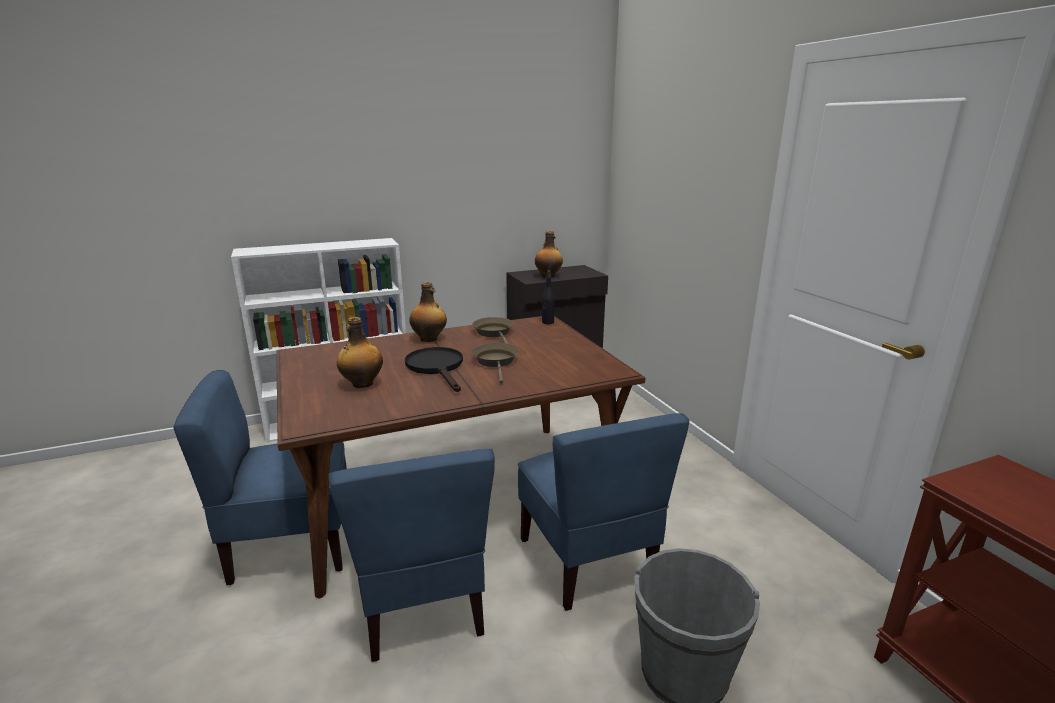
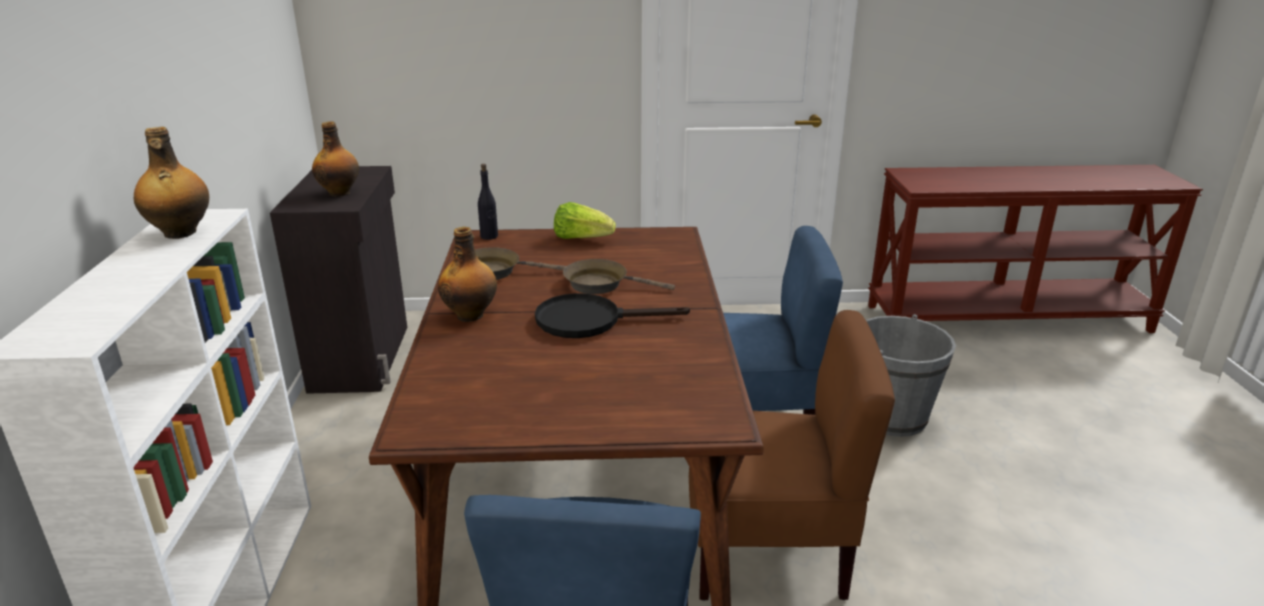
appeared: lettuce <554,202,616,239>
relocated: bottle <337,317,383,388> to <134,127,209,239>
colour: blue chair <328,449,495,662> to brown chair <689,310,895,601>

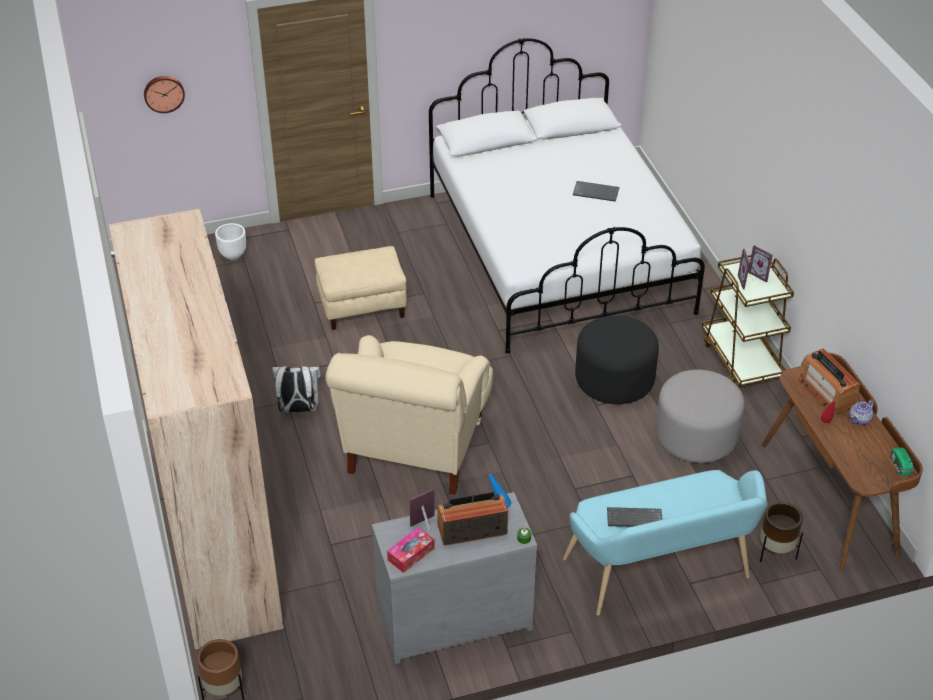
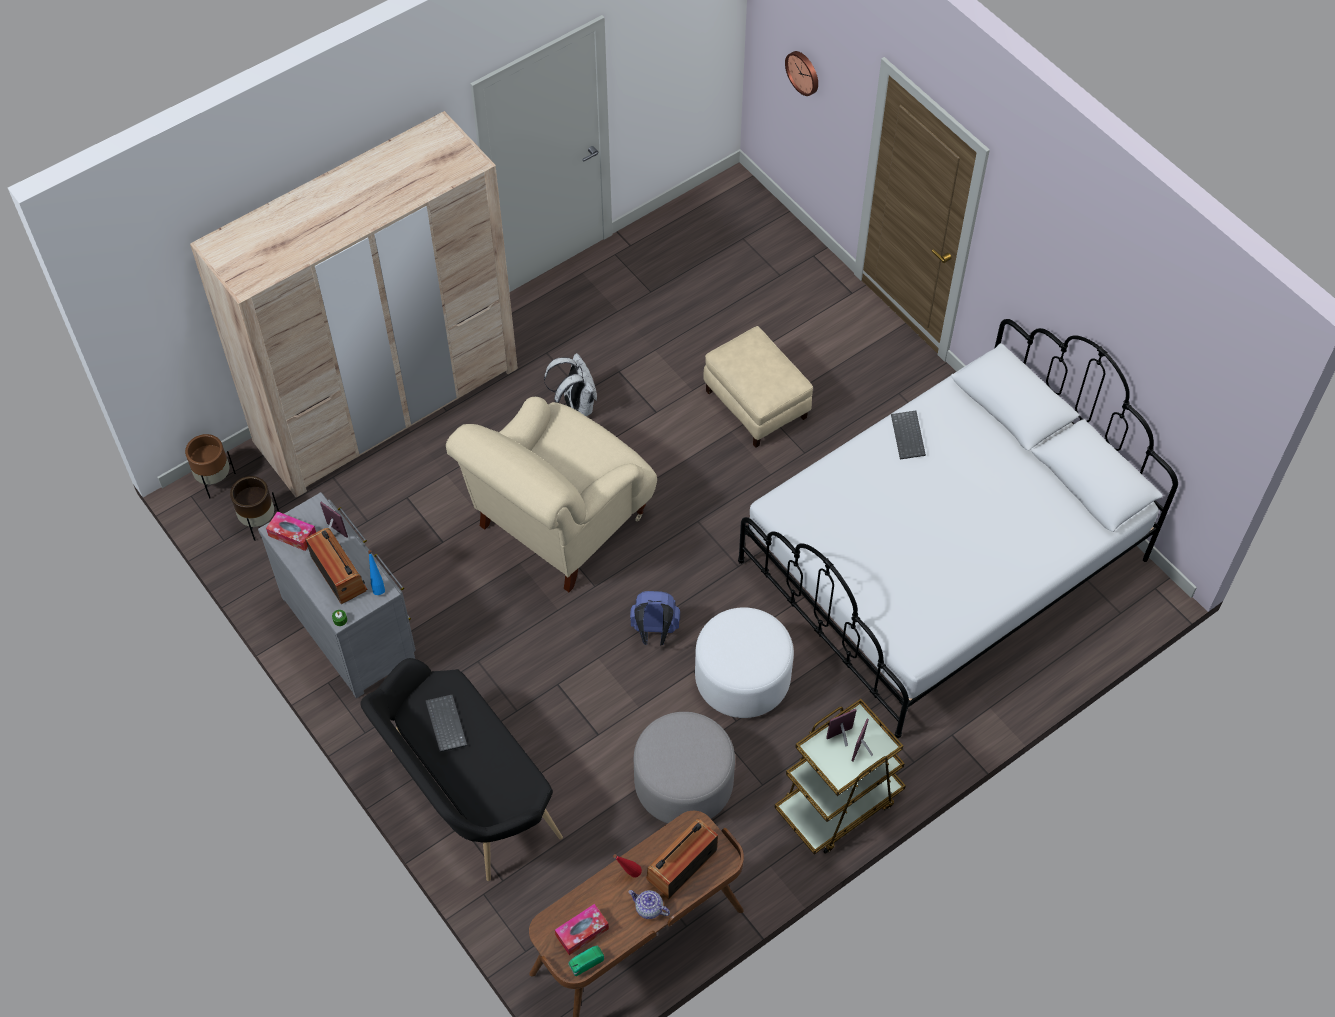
missing: white planter <215,223,246,260>
appeared: blue backpack <630,591,680,645>; tissue box <555,904,609,955>
relocated: keyboard <573,181,619,202> to <891,411,926,459>; brown planter <760,502,803,562> to <230,476,279,541>
colour: black ottoman <575,315,659,404> to white ottoman <695,607,794,718>; turquoise bench <563,470,768,616> to black bench <360,658,563,881>
spun: beige armchair <325,335,493,495> = <446,397,657,592> 45 degrees counterclockwise

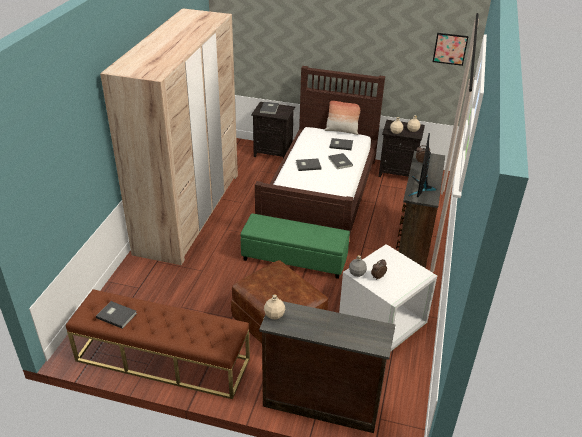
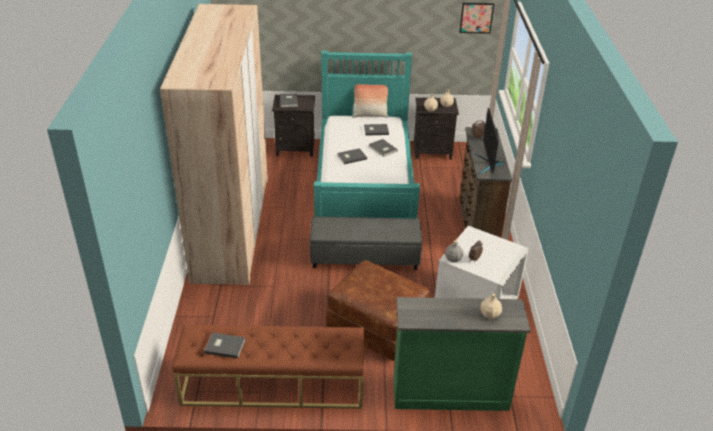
relocated: beige bottle <264,294,285,319> to <480,293,502,319>
colour: brown bed <255,66,385,237> to turquoise bed <314,51,420,219>; green ottoman <241,213,350,279> to grey ottoman <310,217,423,270>; brown dresser <259,301,396,433> to green dresser <393,297,531,411>

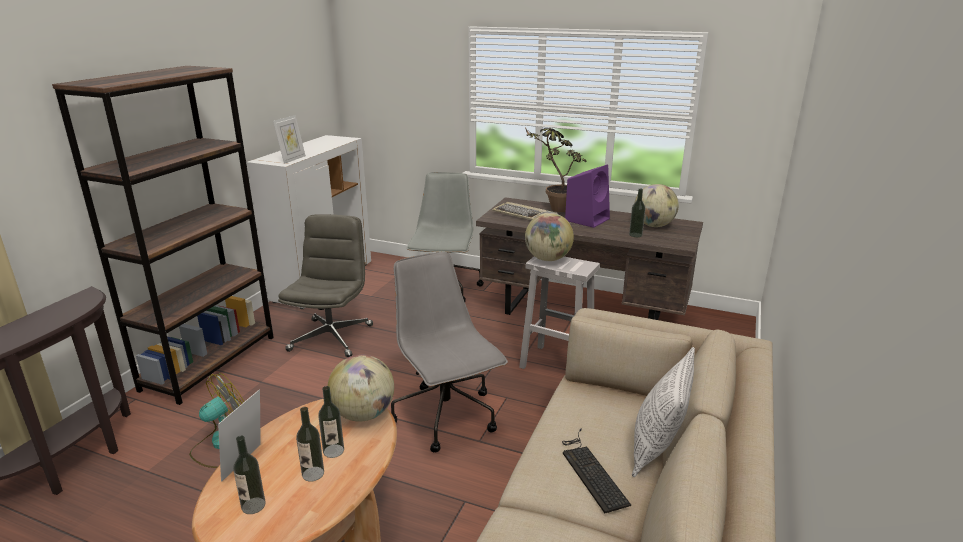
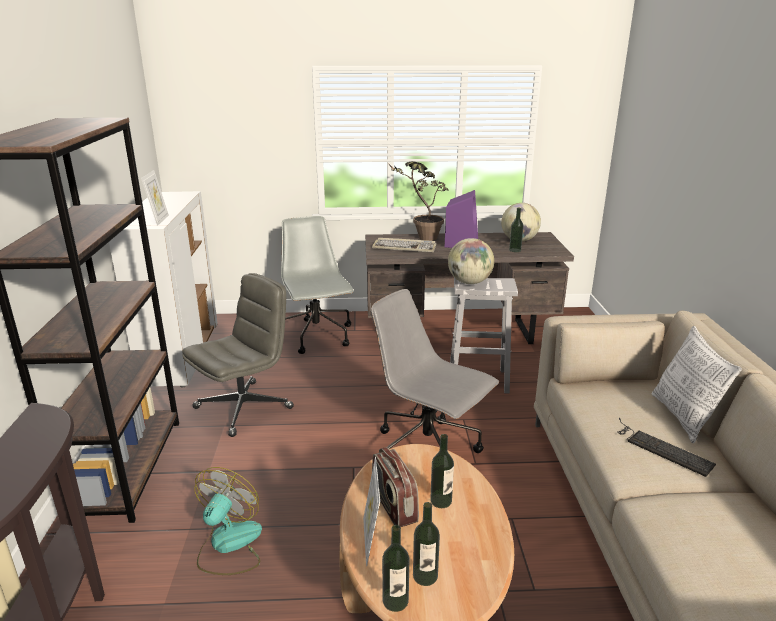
missing: globe <327,354,394,422>
appeared: radio <372,447,419,527>
relocated: bottle <296,407,324,482> to <382,525,410,612>
spun: grey office chair <278,214,373,357> = <182,273,294,437> 60 degrees clockwise

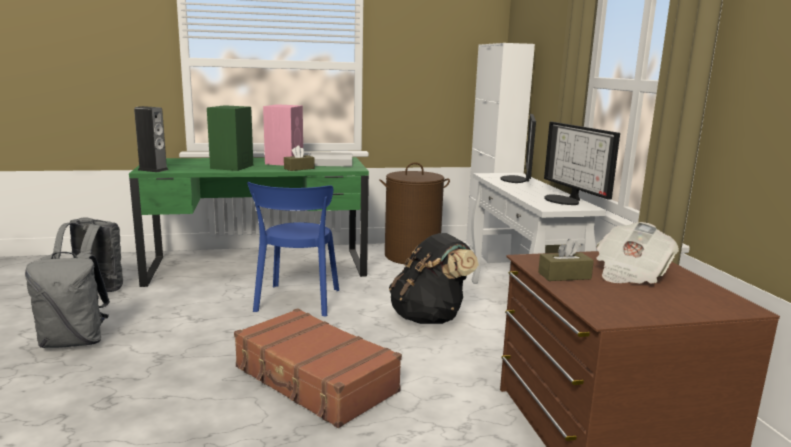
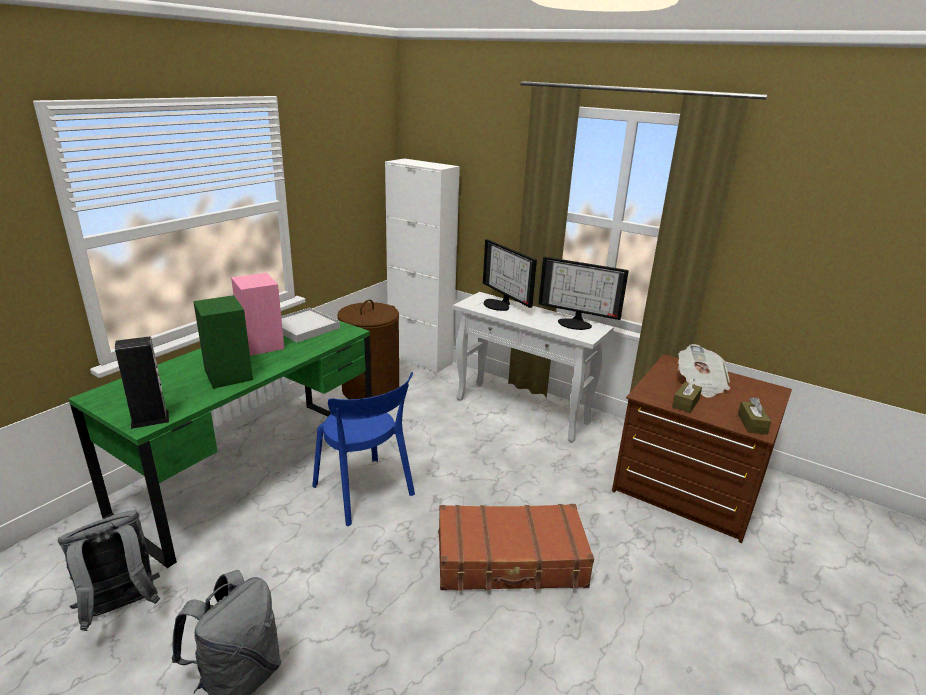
missing: black backpack <389,233,479,324>
relocated: brown tissue box <284,145,315,171> to <738,397,772,435>

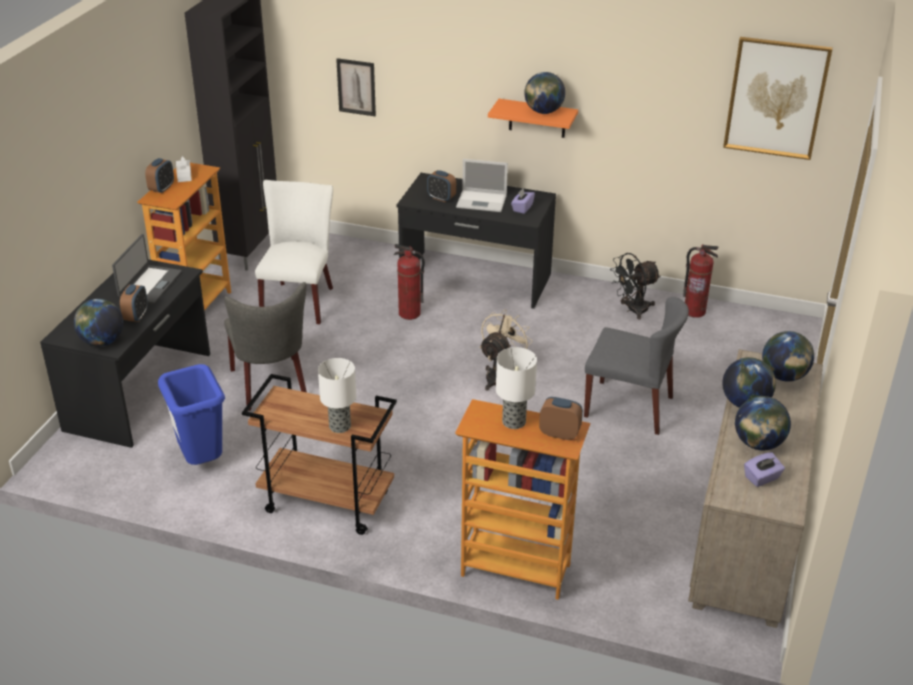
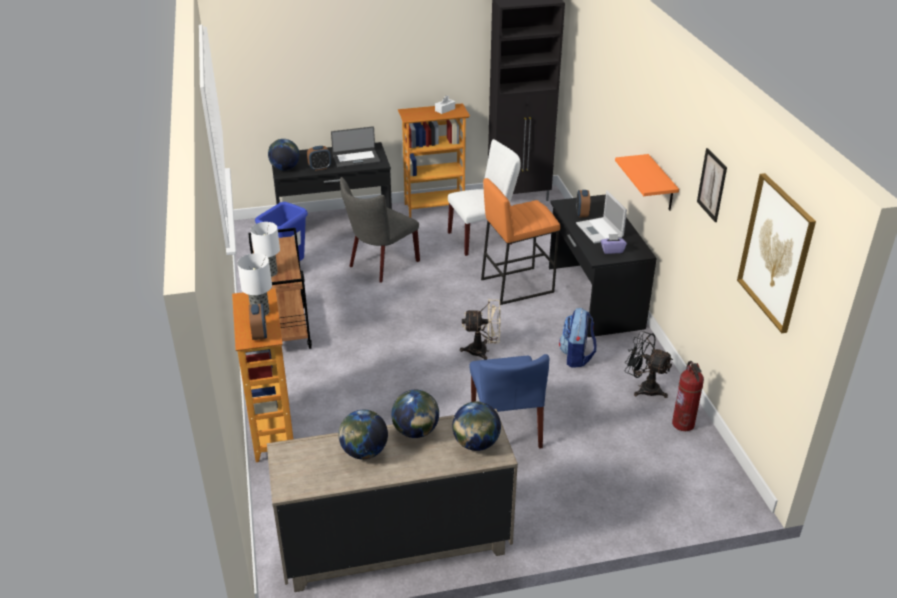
missing: globe <524,72,565,114>; alarm clock <145,158,174,193>; purple tissue box <744,452,785,487>
appeared: backpack <559,308,596,367>
relocated: picture <336,58,376,116> to <697,148,727,222>
exchanged: fire extinguisher <394,244,425,320> to orange stool <481,178,560,305>
colour: grey chair <584,297,689,435> to blue chair <469,354,549,449>

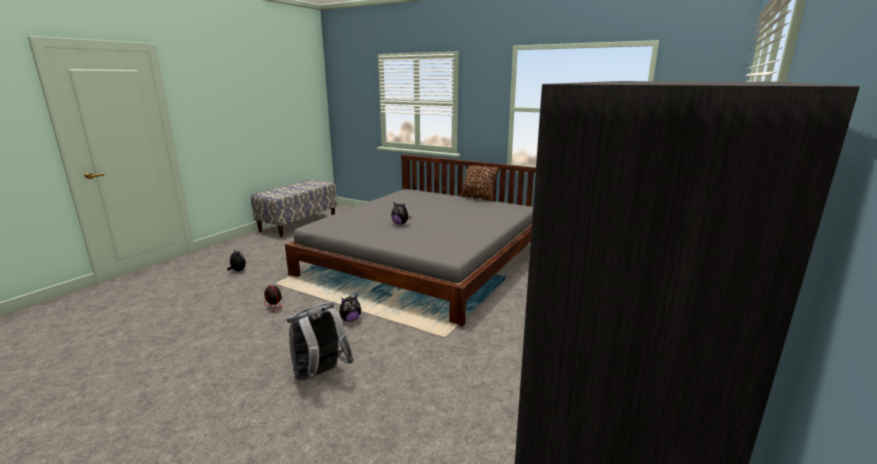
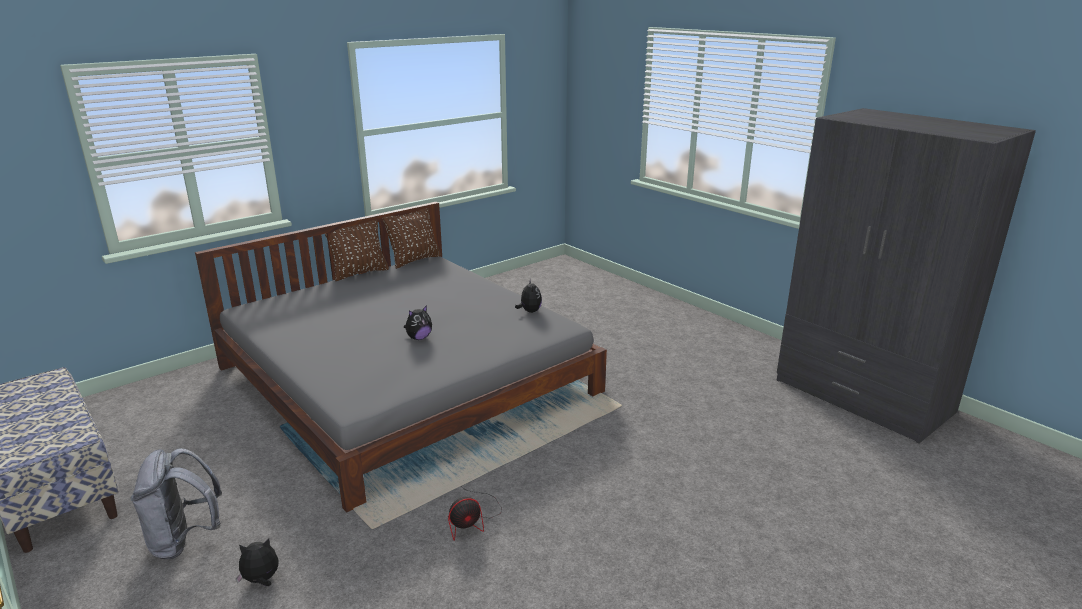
appeared: brown pillow <382,208,441,269>
relocated: plush toy <340,295,361,322> to <515,279,542,313>; grey backpack <287,302,354,380> to <130,448,222,559>

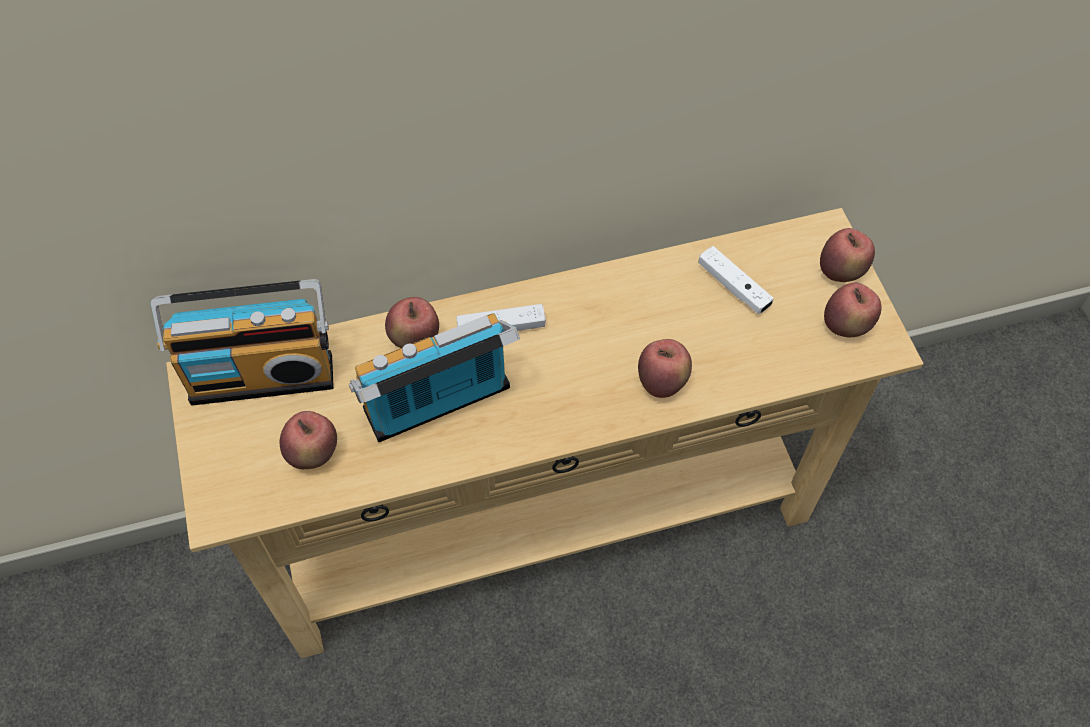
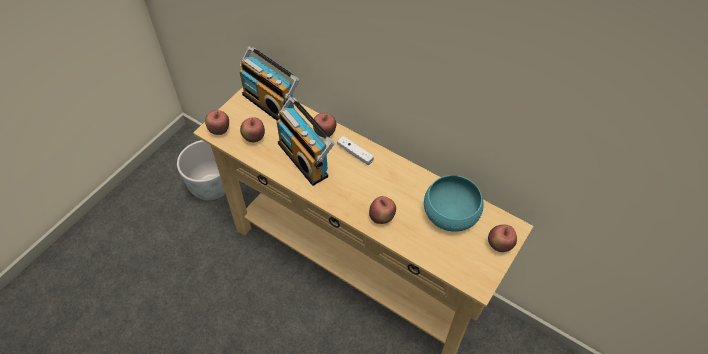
appeared: grey planter <177,140,226,200>
relocated: apple <824,283,882,337> to <205,110,229,135>
exchanged: white game controller <698,246,774,314> to turquoise bowl <424,175,484,232>
spun: radio <349,313,520,442> = <277,97,334,186> 150 degrees counterclockwise

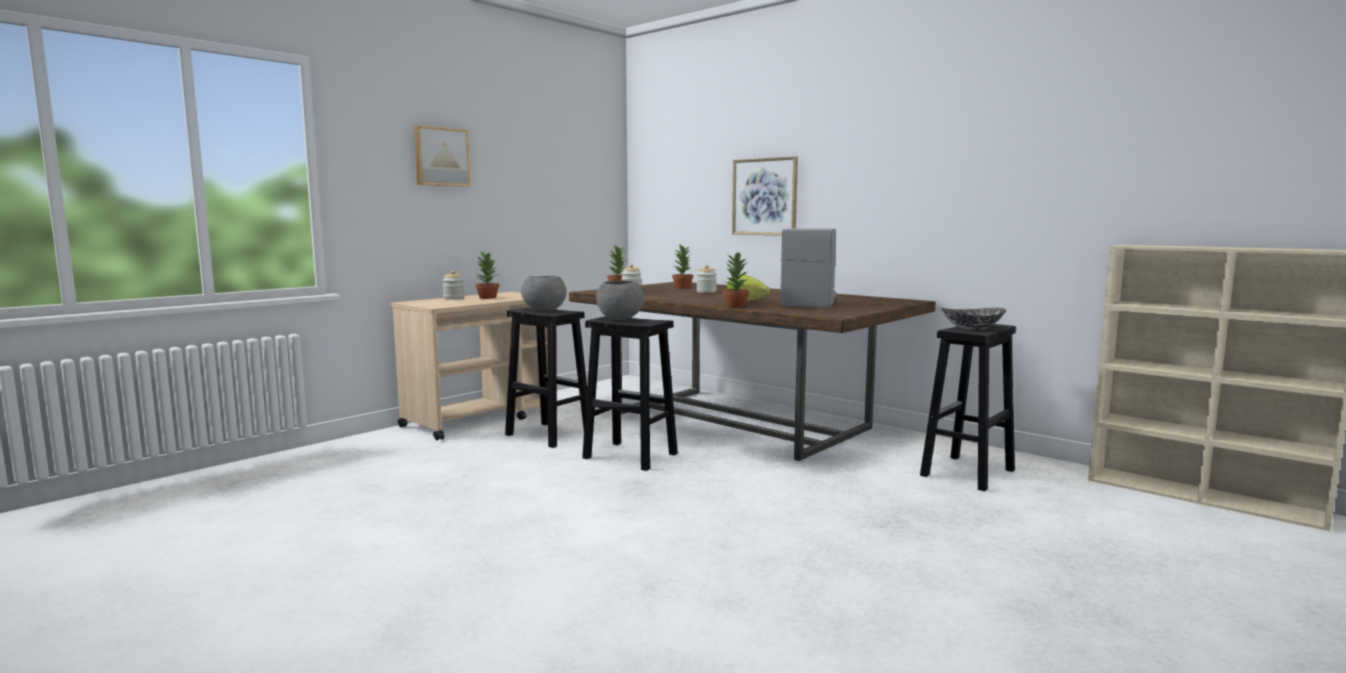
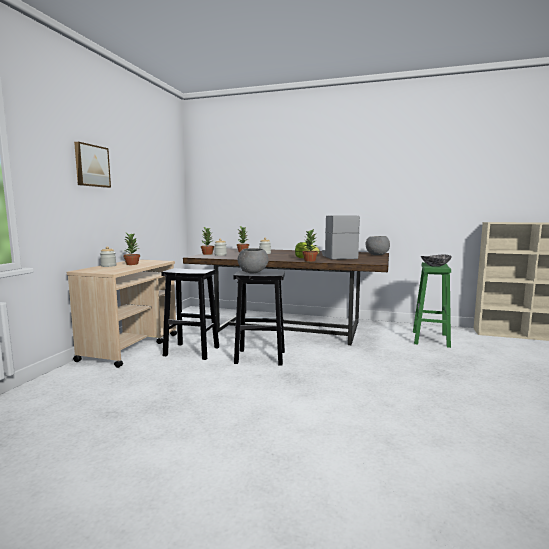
missing: picture <732,156,798,235>
relocated: grey bowl <521,276,567,311> to <365,236,390,255>
colour: black stool <920,324,1016,491> to green stool <413,262,451,348>

